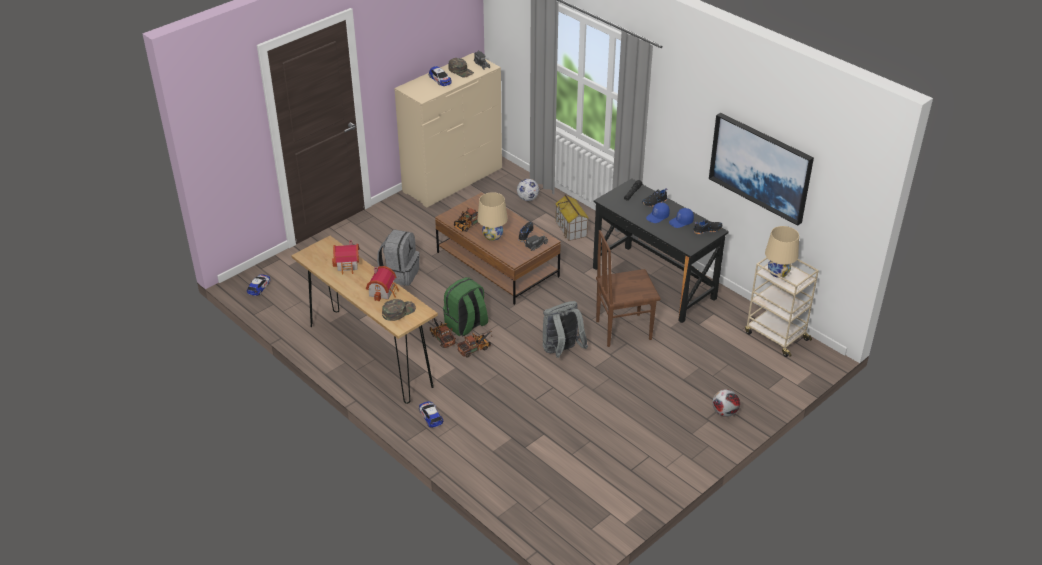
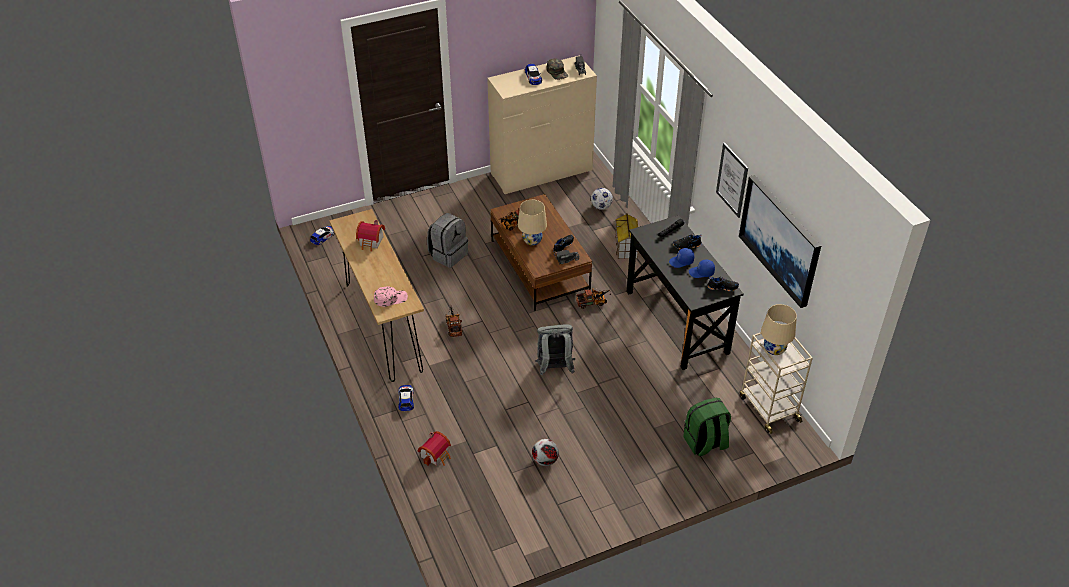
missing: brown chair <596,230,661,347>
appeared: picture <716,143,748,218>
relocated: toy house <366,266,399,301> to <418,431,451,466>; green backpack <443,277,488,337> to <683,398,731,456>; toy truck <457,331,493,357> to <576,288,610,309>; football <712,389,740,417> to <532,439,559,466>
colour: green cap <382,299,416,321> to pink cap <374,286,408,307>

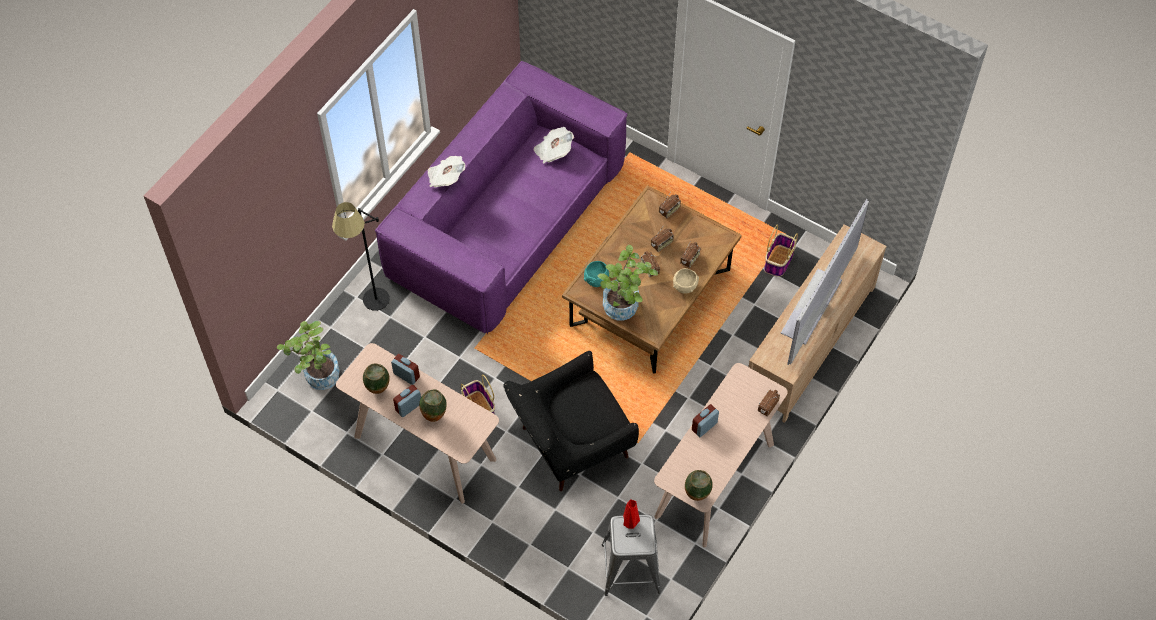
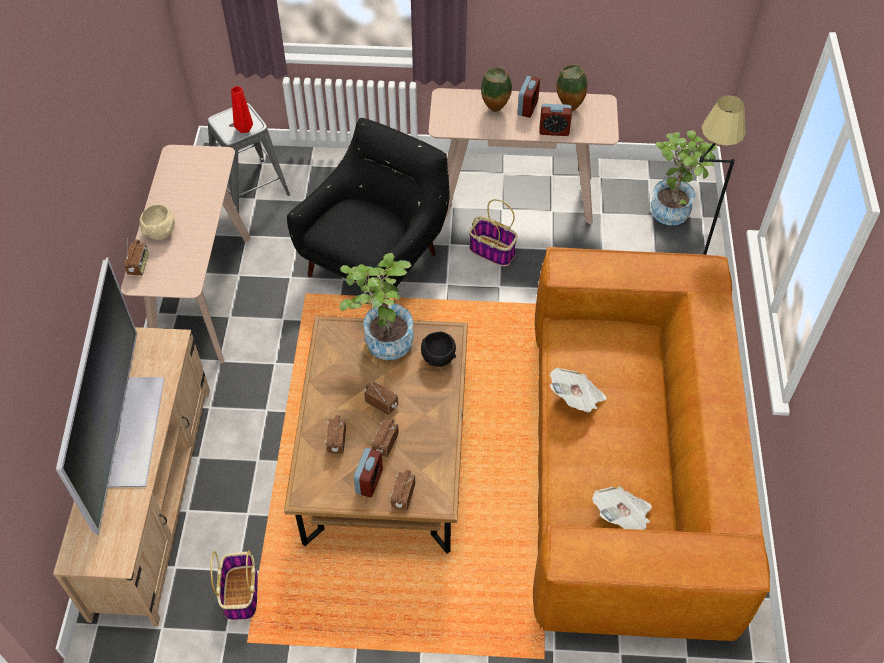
missing: vase <685,470,713,501>
relocated: newspaper <428,156,465,187> to <550,368,607,413>; beige bowl <673,268,699,294> to <139,204,175,240>; alarm clock <692,404,719,437> to <354,448,383,498>
colour: purple sofa <375,61,628,334> to brown sofa <533,247,770,641>; turquoise bowl <584,261,609,287> to black bowl <421,332,456,367>

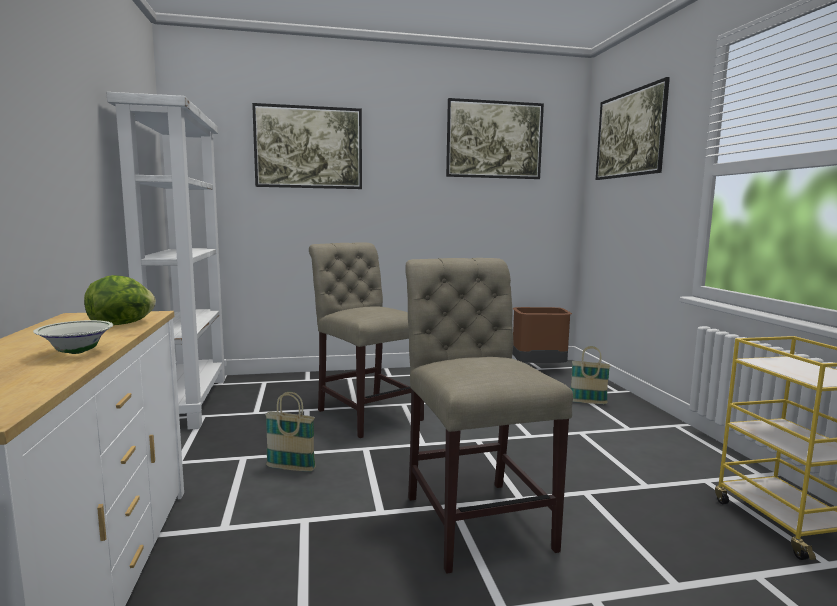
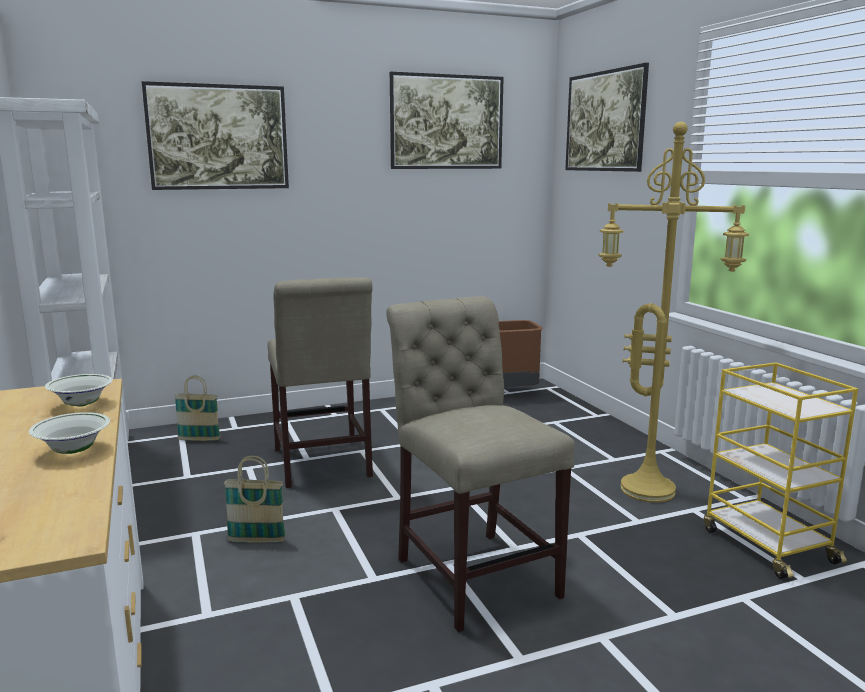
appeared: yellow floor lamp <598,122,749,503>
relocated: basket <570,346,610,404> to <174,375,221,441>
exchanged: lettuce <84,275,156,325> to white bowl <45,374,113,407>
spun: beige chair <309,242,424,438> = <267,277,373,488> 150 degrees counterclockwise

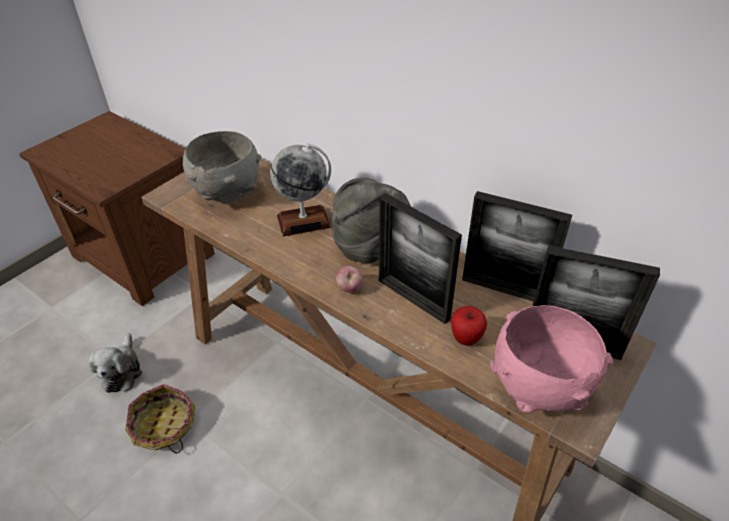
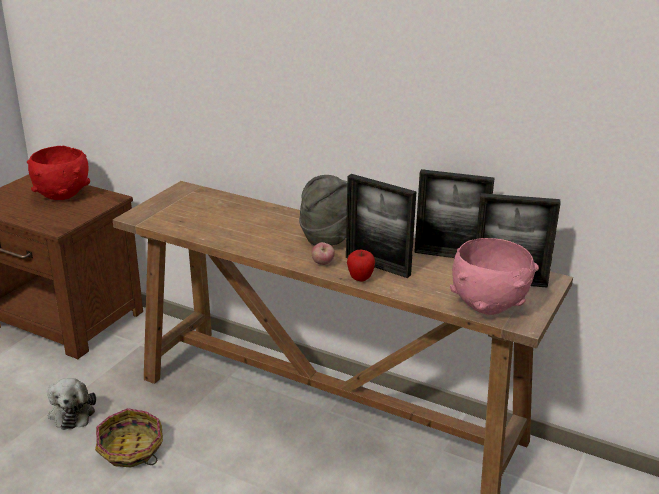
missing: grey bowl <183,131,261,203>; globe <270,144,331,236>
appeared: red bowl <27,145,90,200>
relocated: apple <451,306,487,346> to <347,250,375,281>

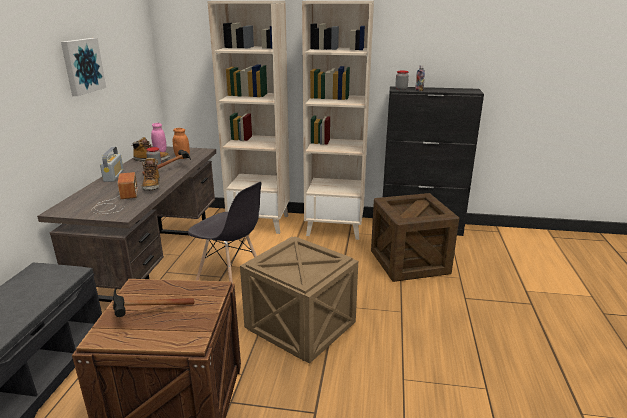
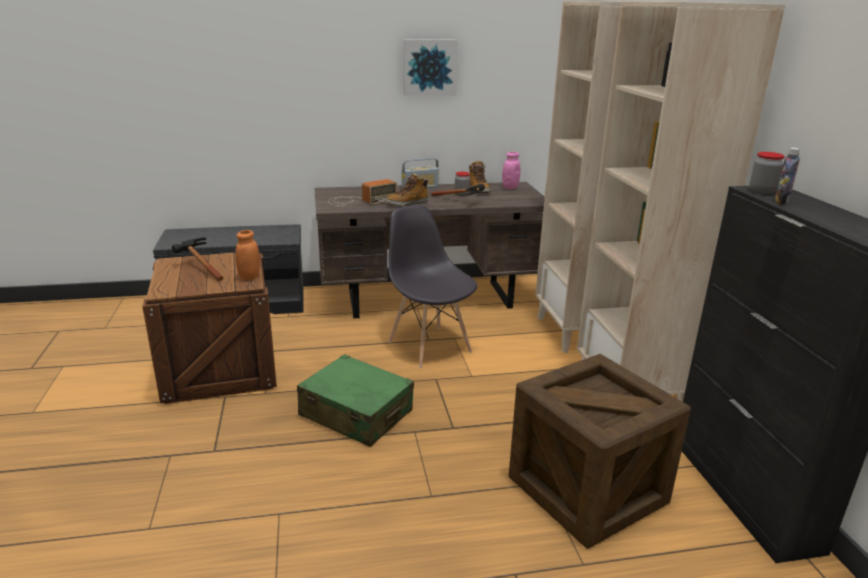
relocated: orange jar <173,128,190,159> to <235,230,260,280>
exchanged: crate <240,236,358,364> to green suitcase <297,354,414,447>
spun: grey chair <188,182,262,283> = <388,205,477,368> 135 degrees clockwise

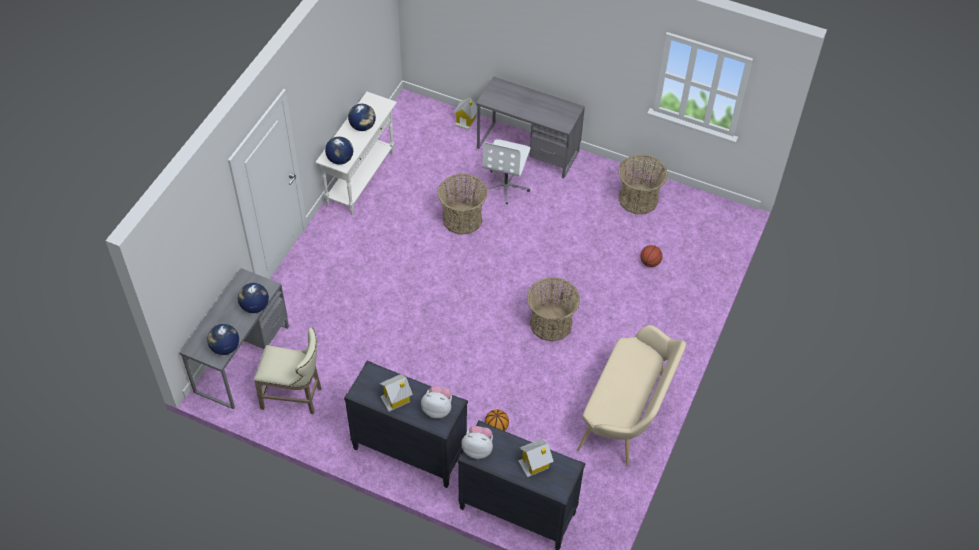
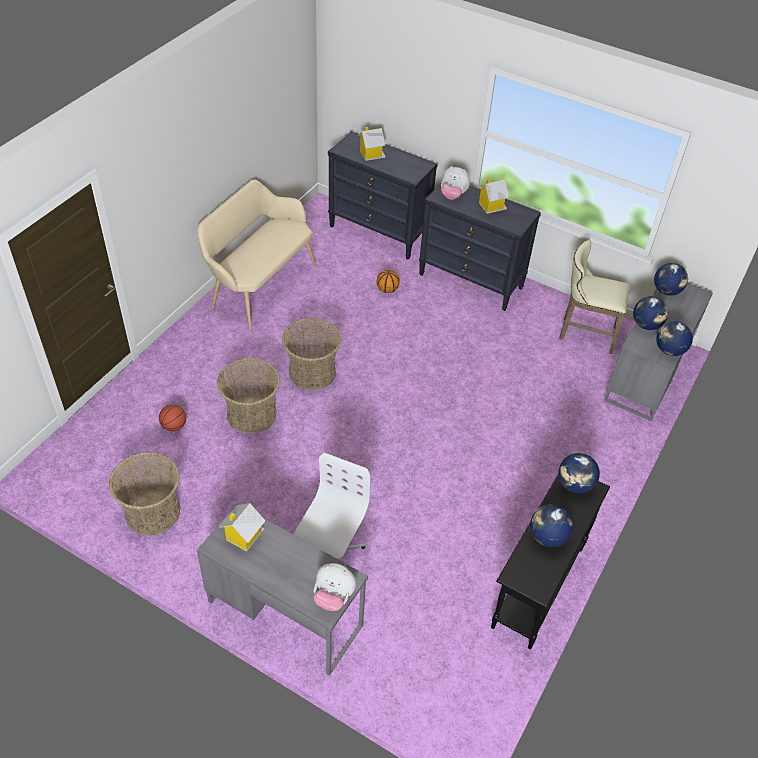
appeared: globe <656,321,693,356>
relocated: toy house <453,97,477,130> to <219,503,265,552>; basket <437,173,487,235> to <217,358,280,434>; plush toy <461,425,493,459> to <313,563,356,611>
colour: white console table <315,92,397,215> to black console table <491,473,610,649>

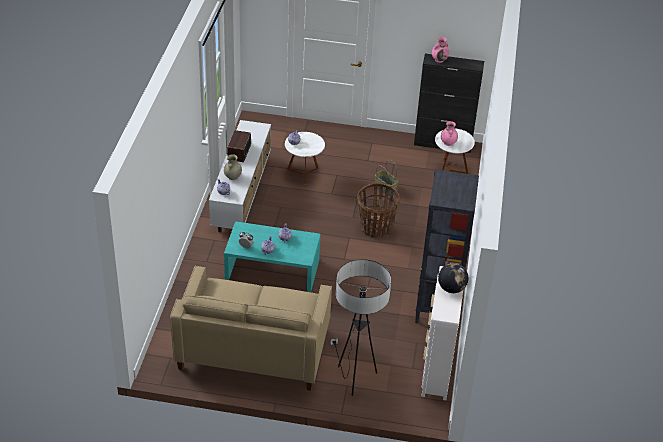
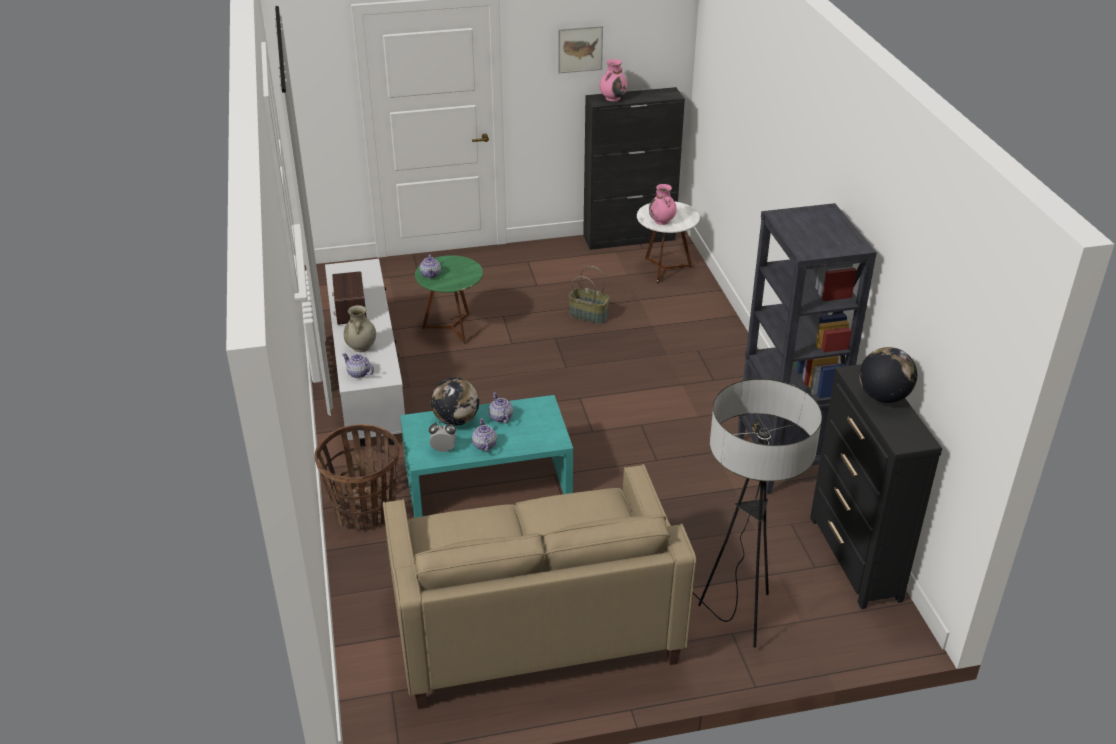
appeared: picture <558,26,603,73>; globe <431,378,479,426>
relocated: basket <357,183,400,238> to <315,424,399,530>
colour: white side table <285,132,325,187> to green side table <415,255,483,344>; white dresser <421,266,463,400> to black dresser <810,364,942,609>

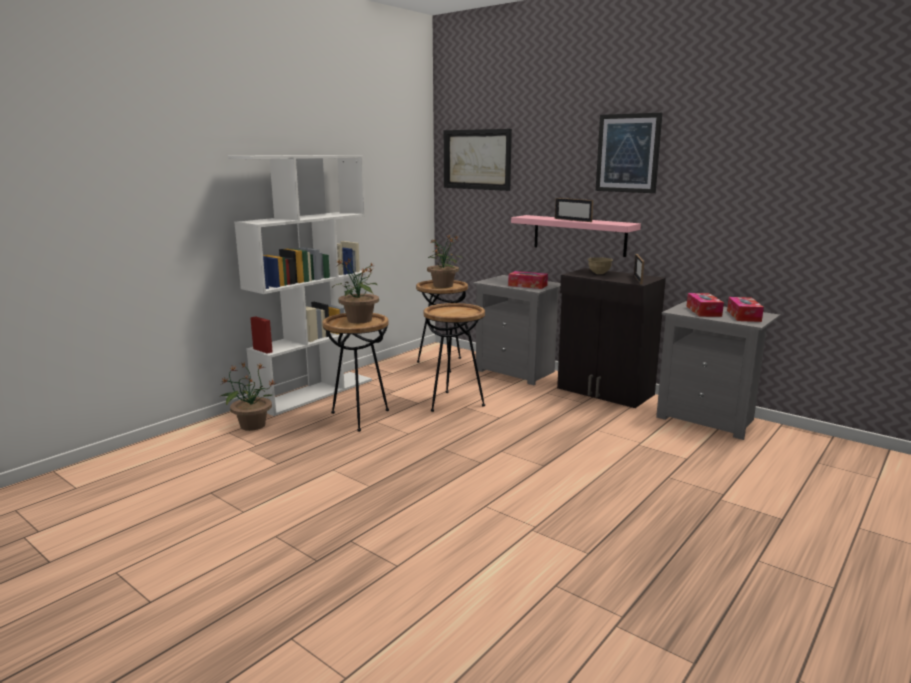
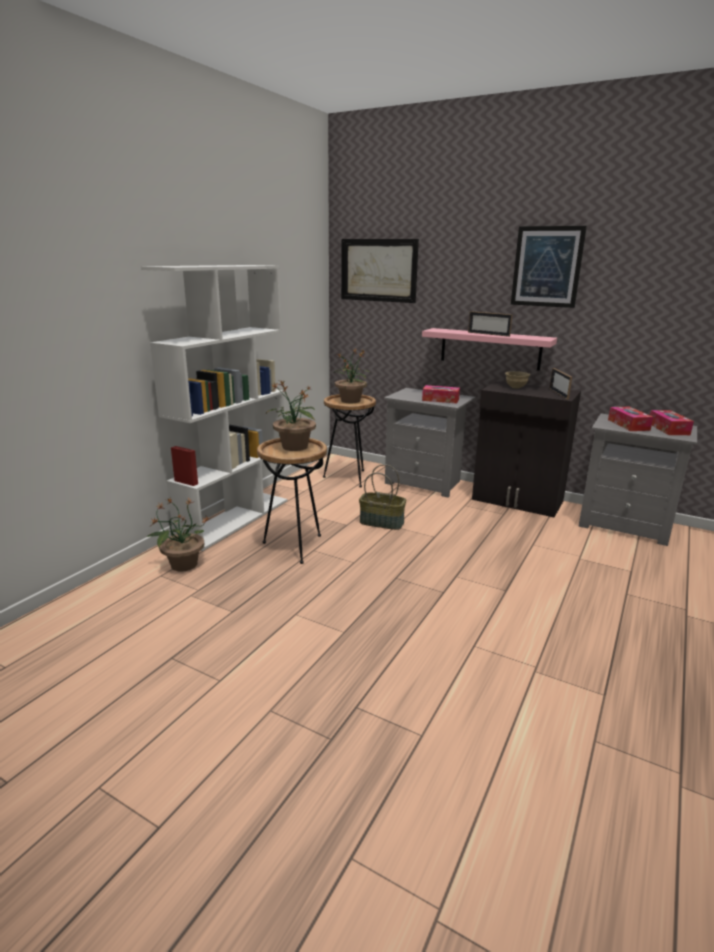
exchanged: brown side table <424,303,485,412> to basket <359,464,406,530>

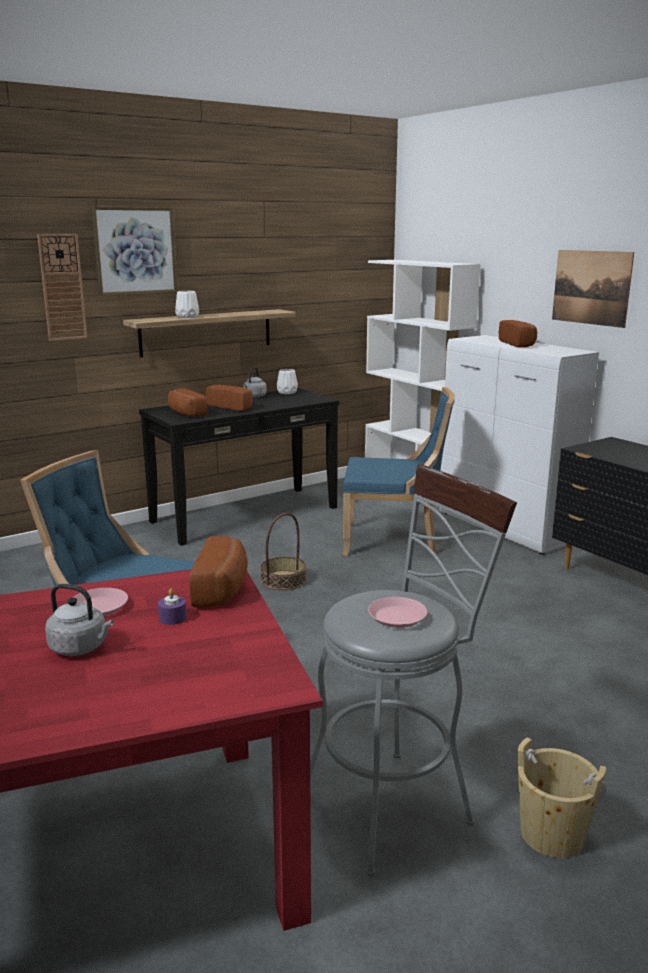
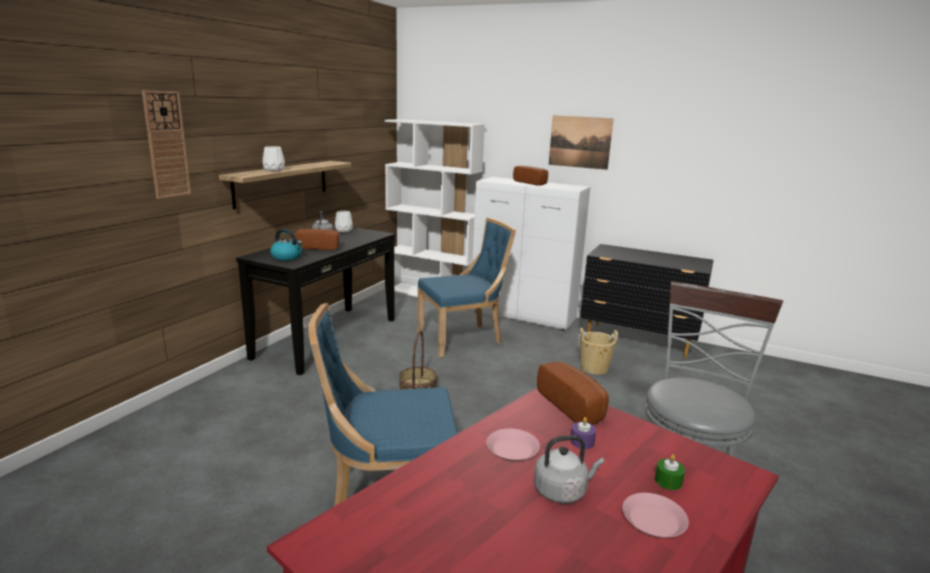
missing: picture <91,206,178,296>
appeared: green candle <655,454,685,490>
relocated: pink plate <368,597,427,628> to <622,493,689,538>; beige bucket <517,737,607,858> to <578,328,618,375>
exchanged: bread <168,388,207,417> to kettle <270,229,302,260>

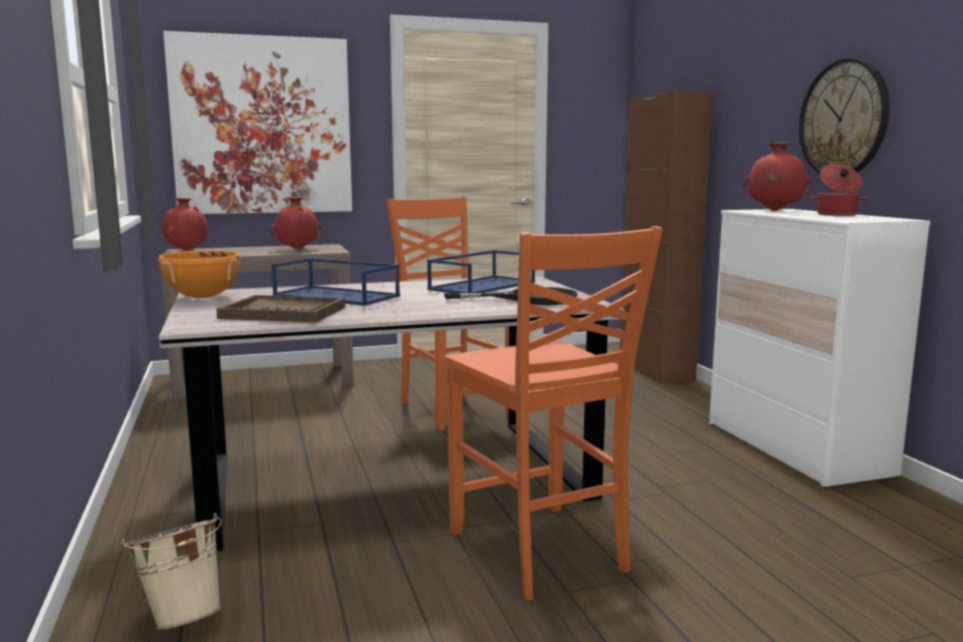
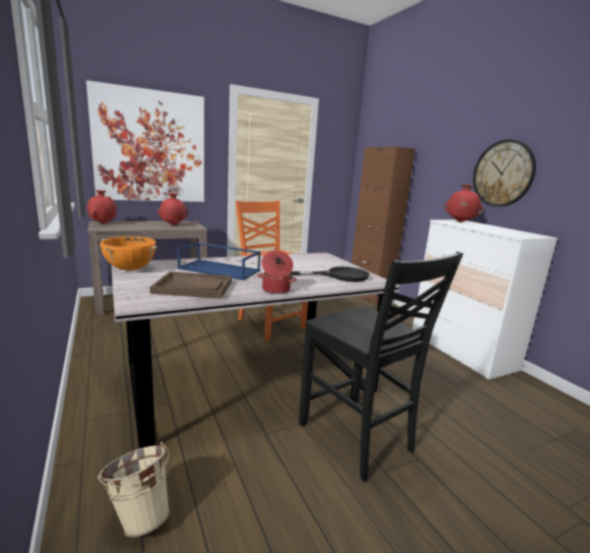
missing: blue tray <427,250,535,293>
relocated: cooking pot <810,164,868,216> to <257,251,297,294>
colour: orange chair <445,226,663,601> to black chair <299,251,463,482>

